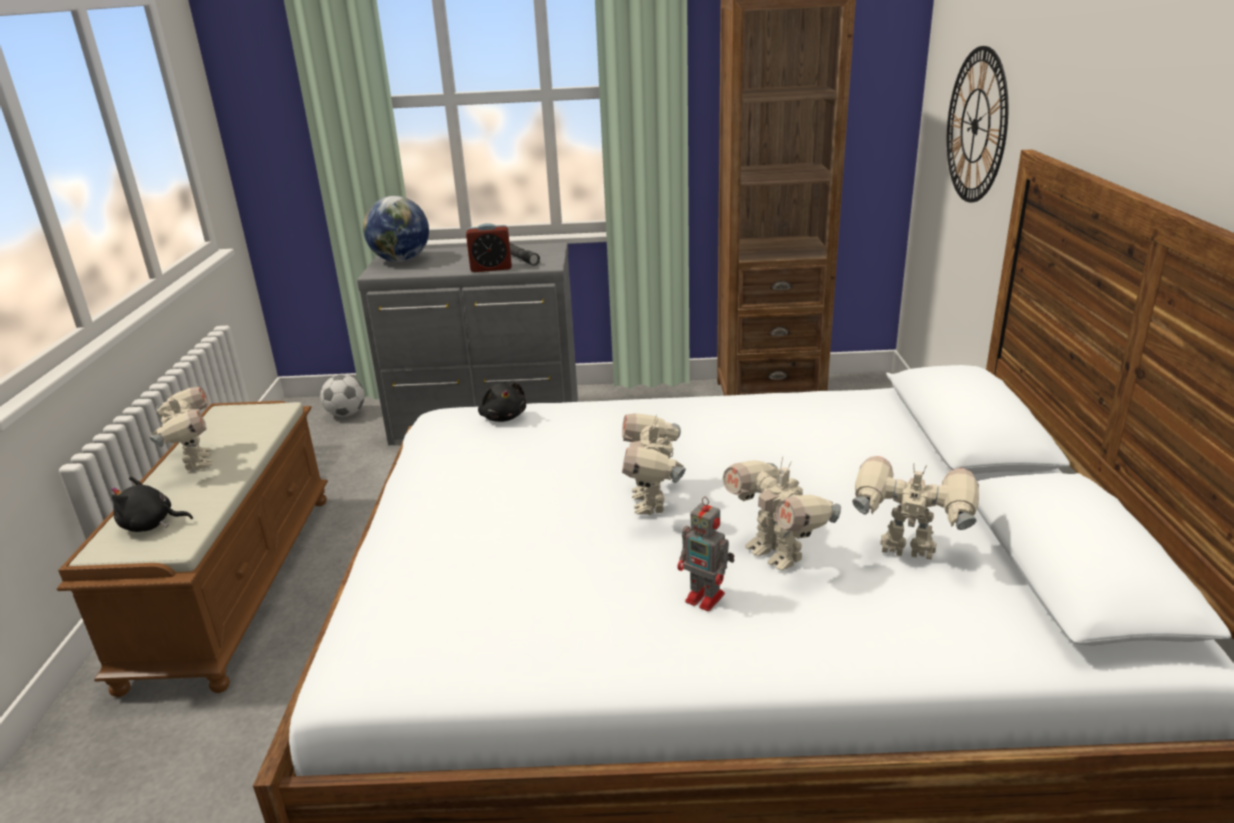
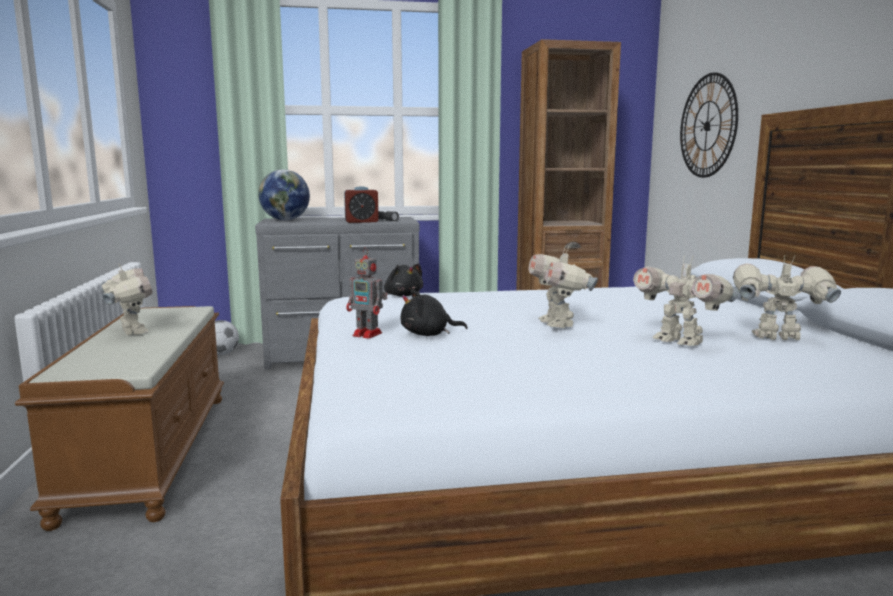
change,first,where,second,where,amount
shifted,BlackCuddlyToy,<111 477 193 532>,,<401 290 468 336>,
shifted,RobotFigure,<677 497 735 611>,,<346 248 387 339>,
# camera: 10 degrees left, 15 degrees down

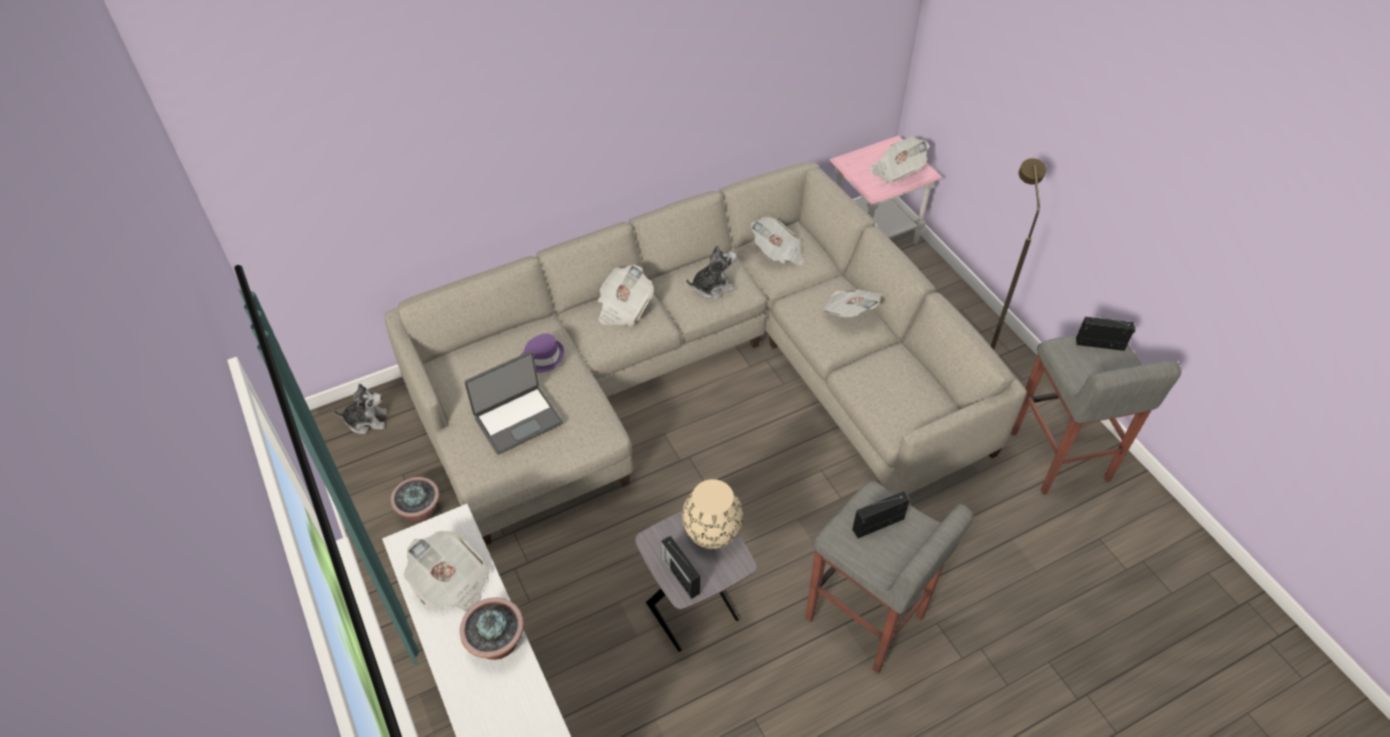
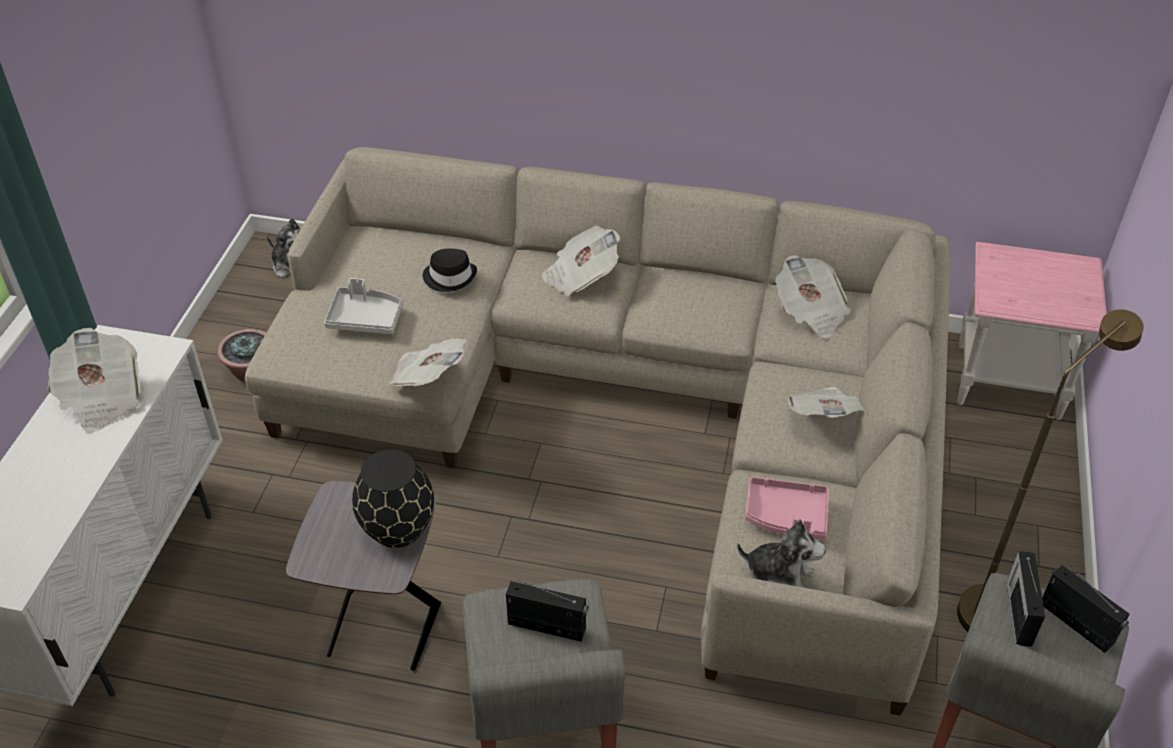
change,first,where,second,where,amount
gone,PlantInAPot,<460 598 524 660>,,,
swapped,Laptop,<464 351 563 455>,GreyTray,<324 278 403 334>,
repainted,PurplishWearableHat,<521 333 564 373>,BlackWearableHat,<423 249 477 292>,
shifted,RadioSet,<661 536 700 599>,,<1007 551 1045 647>,
repainted,BeigeDecorativeVase,<682 479 743 550>,BlackDecorativeVase,<352 449 434 548>,
shifted,CuddlyToy,<686 244 737 299>,,<737 519 826 588>,
shifted,DailyPaper,<869 137 930 184>,,<389 338 466 386>,
new,,,PinkTray,<745 477 829 540>,
# camera: 40 degrees right, 5 degrees down

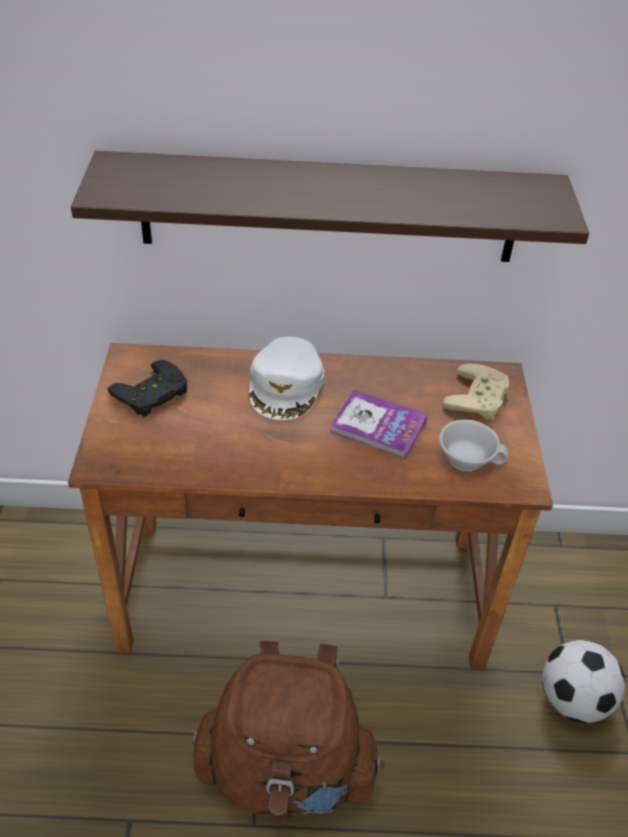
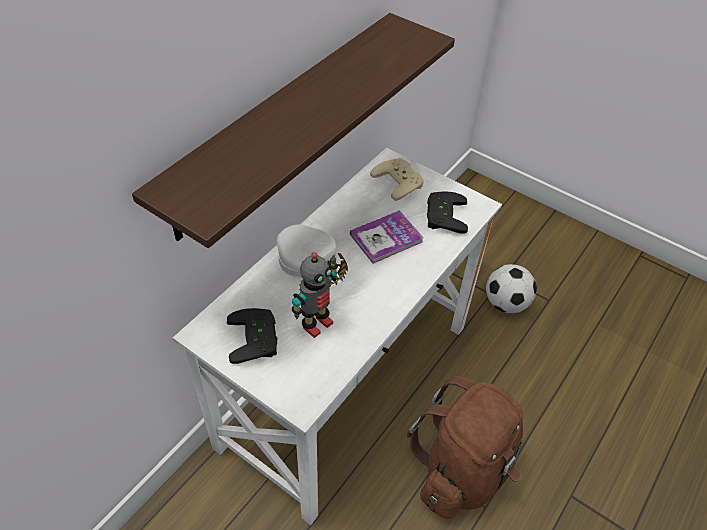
change,first,where,second,where,amount
repainted,BrownColouredDeskUnit,<68 343 553 669>,WhitishDeskUnit,<173 147 502 525>,
swapped,WhitishCup,<439 420 508 471>,BlackGamepad,<427 192 468 234>,
new,,,RobotFigure,<292 252 338 338>,
# camera: 55 degrees left, 5 degrees up

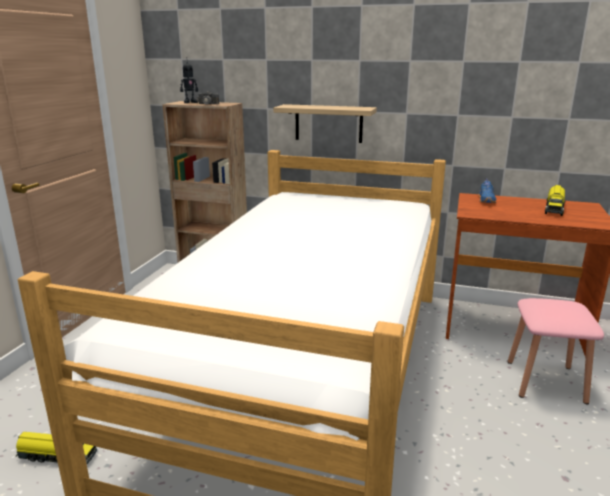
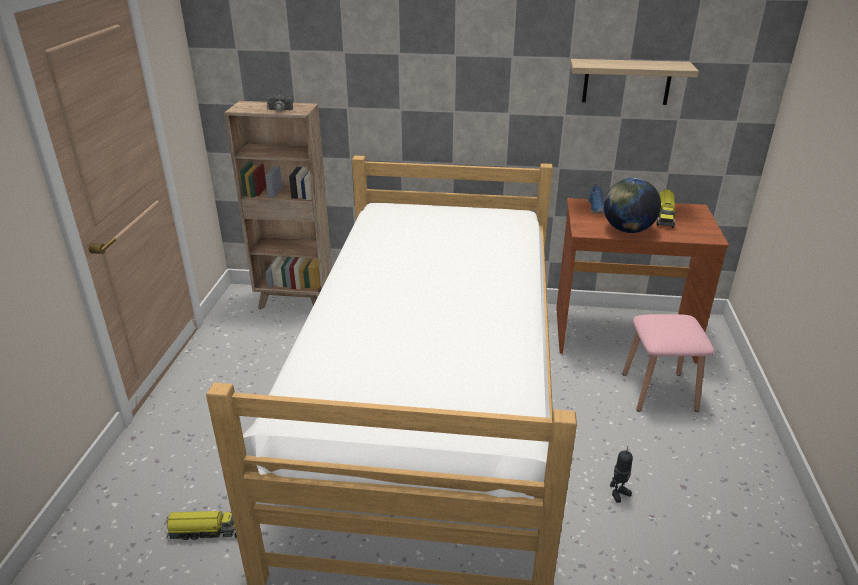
change,first,where,second,where,amount
shifted,RobotFigure,<180 57 198 103>,,<610 446 633 503>,
shifted,BracketShelf,<273 104 377 143>,,<570 59 699 105>,
new,,,DeskGlobe,<604 178 661 233>,
# camera: 10 degrees left, 10 degrees up

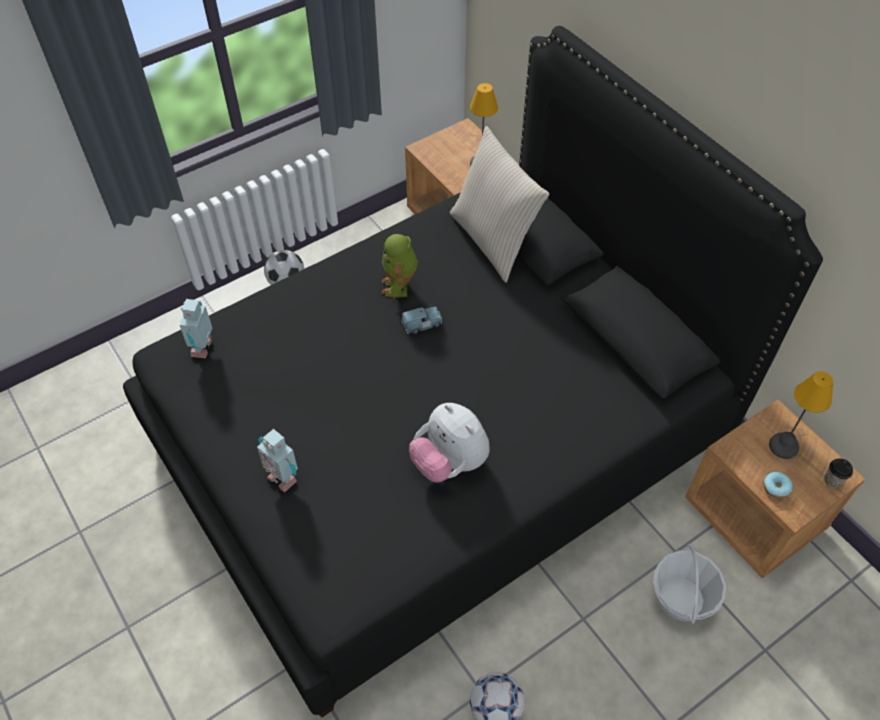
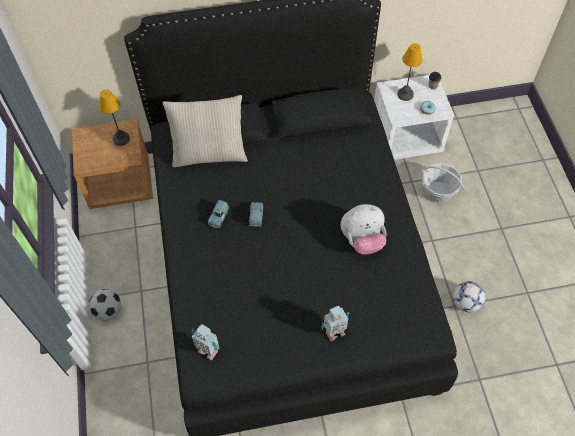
change,first,where,second,where,amount
swapped,RobotFigure,<382 234 418 300>,BlueColouredToyCar,<208 200 230 228>,
repainted,BrownColouredNightTable,<685 400 866 578>,WhitishNightTable,<374 75 454 160>,
# camera: 65 degrees left, 5 degrees up

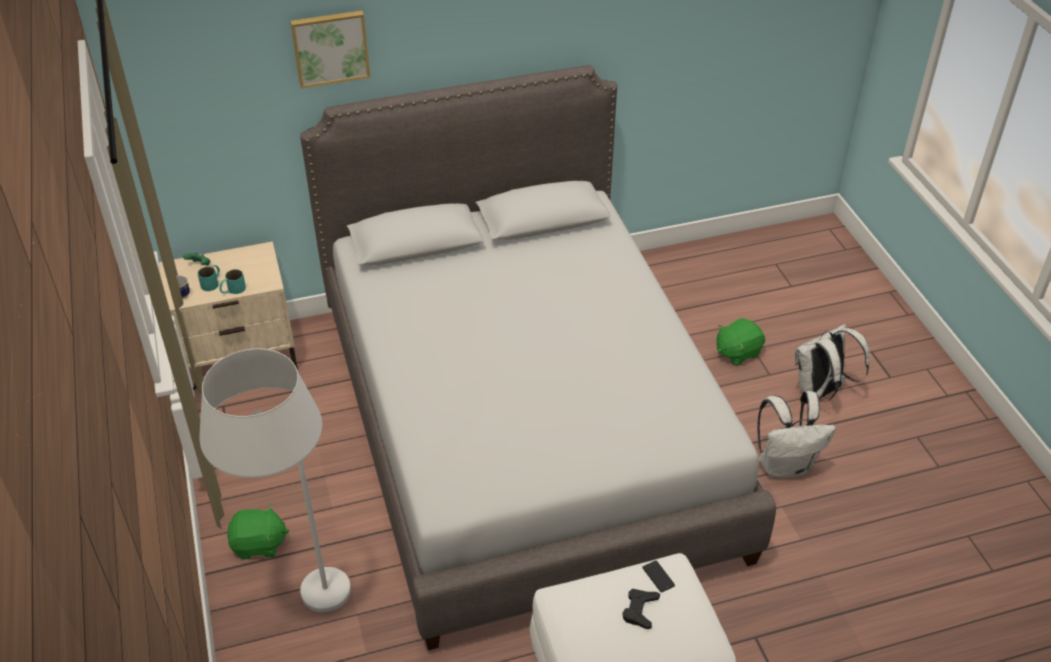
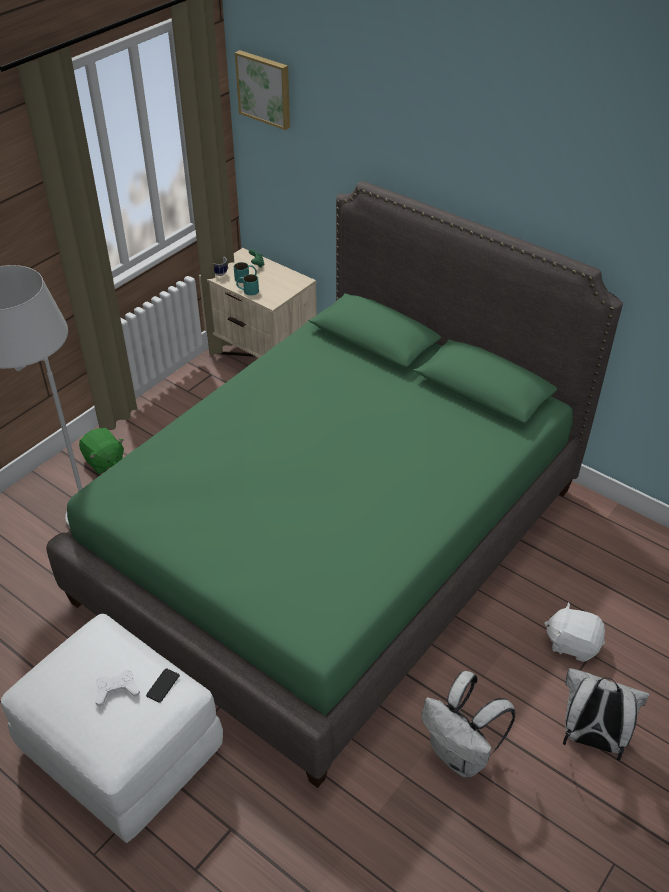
change,first,where,second,where,amount
shifted,WallArt,<290 10 370 88>,,<235 50 290 130>,
repainted,GreyBedroomBed,<300 65 776 650>,GreenBedroomBed,<46 181 623 788>,
repainted,BlackGamepad,<623 589 660 629>,WhitishGamepad,<95 670 140 707>,
repainted,GreenCuddlyToy,<717 318 765 366>,WhitishCuddlyToy,<544 602 605 662>,
# camera: 55 degrees right, 0 degrees up

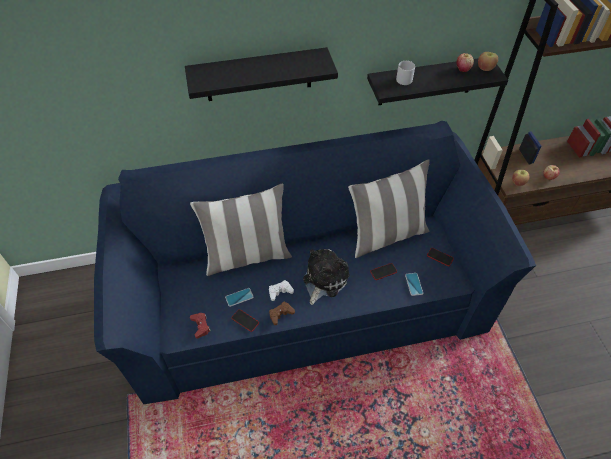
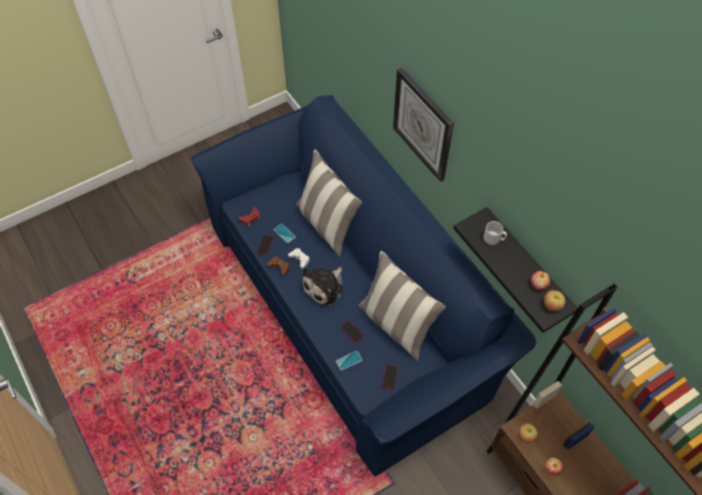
change,first,where,second,where,amount
swapped,BlackBracketShelf,<185 47 338 101>,HangingClock,<393 67 454 182>,
rotated,CuddlyToy,<303 249 350 305>,,<301 267 344 307>,120 degrees clockwise
# camera: 70 degrees right, 5 degrees up

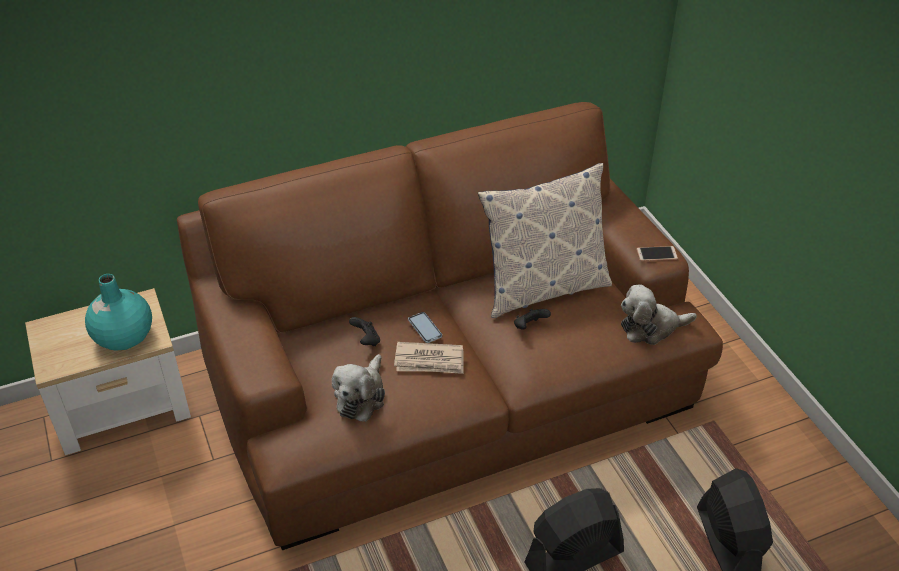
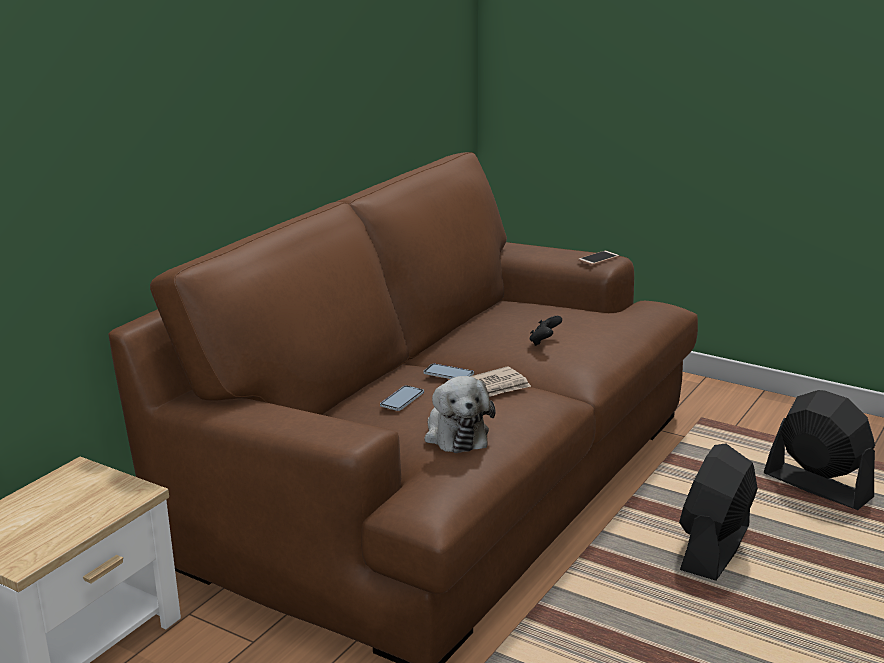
change,first,where,second,where,amount
gone,TurquoiseColouredDecorativeVase,<85 274 152 350>,,,
swapped,BlackGamepad,<349 317 380 346>,Handset,<380 385 424 411>,
gone,ThrowPillow,<478 163 612 318>,,,
gone,CuddlyToy,<621 285 697 345>,,,
# camera: 35 degrees left, 20 degrees down

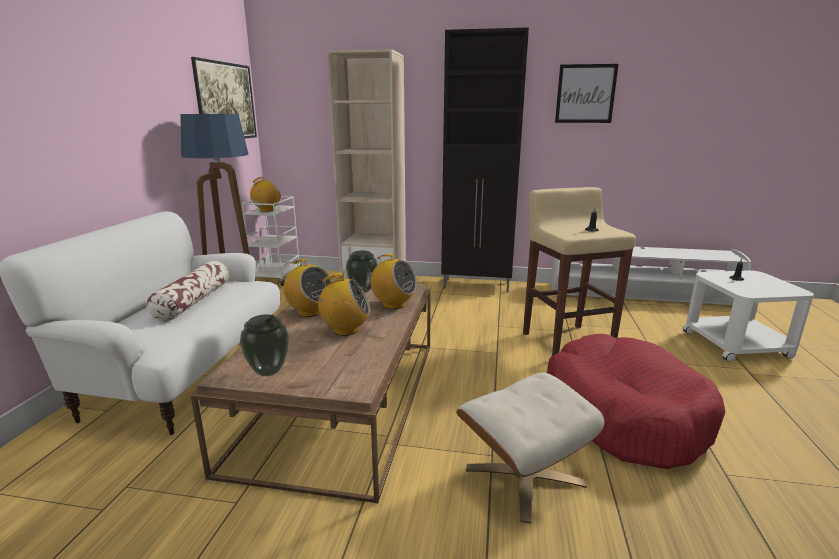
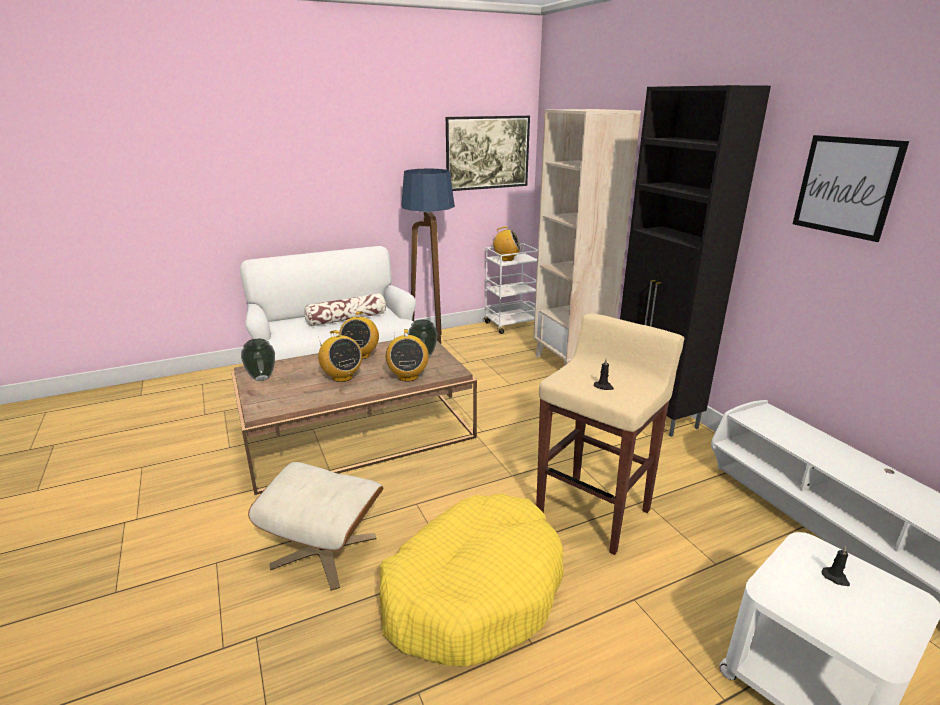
change,first,where,second,where,amount
repainted,ReddishPetBed,<547 334 725 469>,YellowishPetBed,<379 493 564 666>,
# camera: 55 degrees right, 5 degrees up

